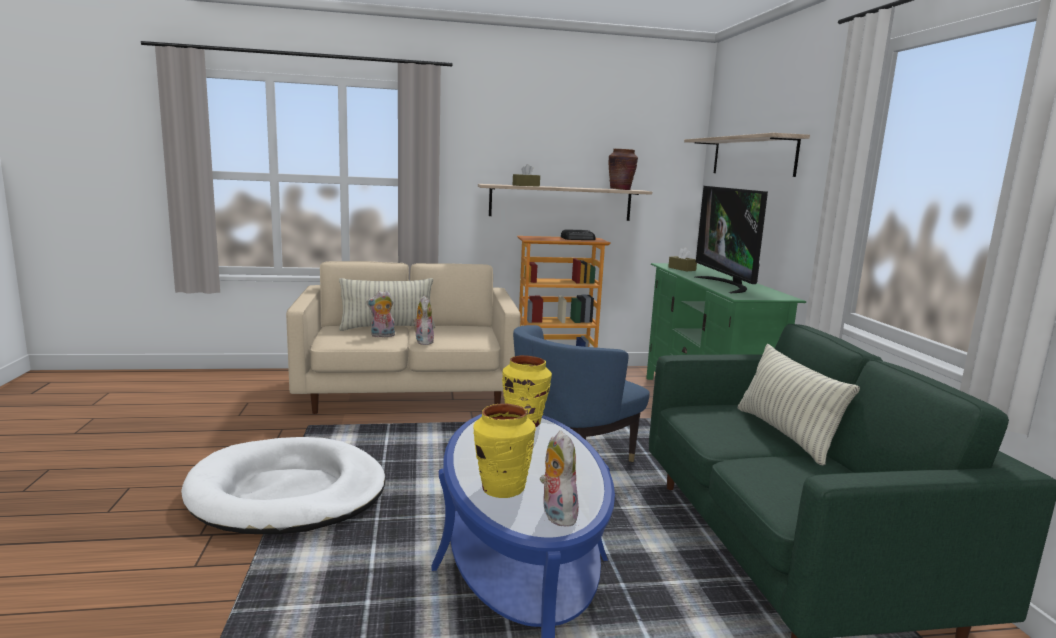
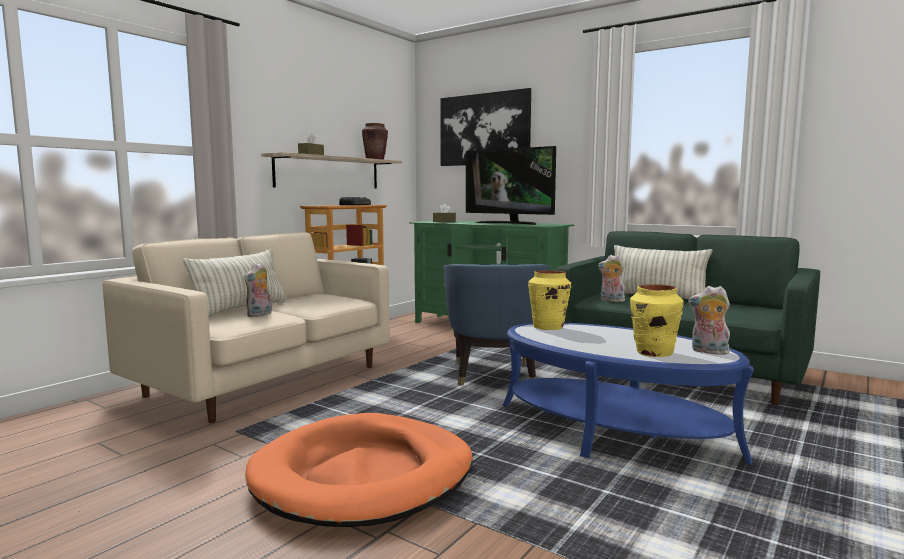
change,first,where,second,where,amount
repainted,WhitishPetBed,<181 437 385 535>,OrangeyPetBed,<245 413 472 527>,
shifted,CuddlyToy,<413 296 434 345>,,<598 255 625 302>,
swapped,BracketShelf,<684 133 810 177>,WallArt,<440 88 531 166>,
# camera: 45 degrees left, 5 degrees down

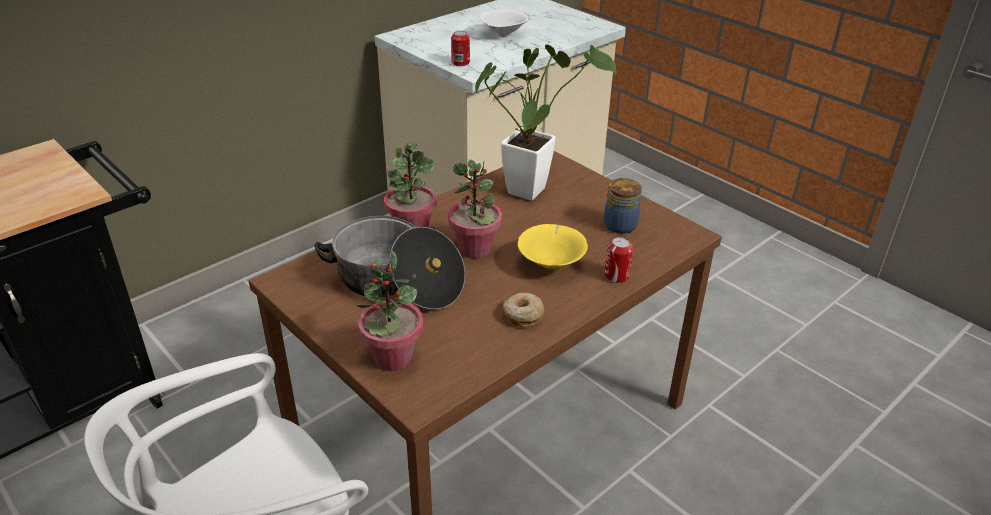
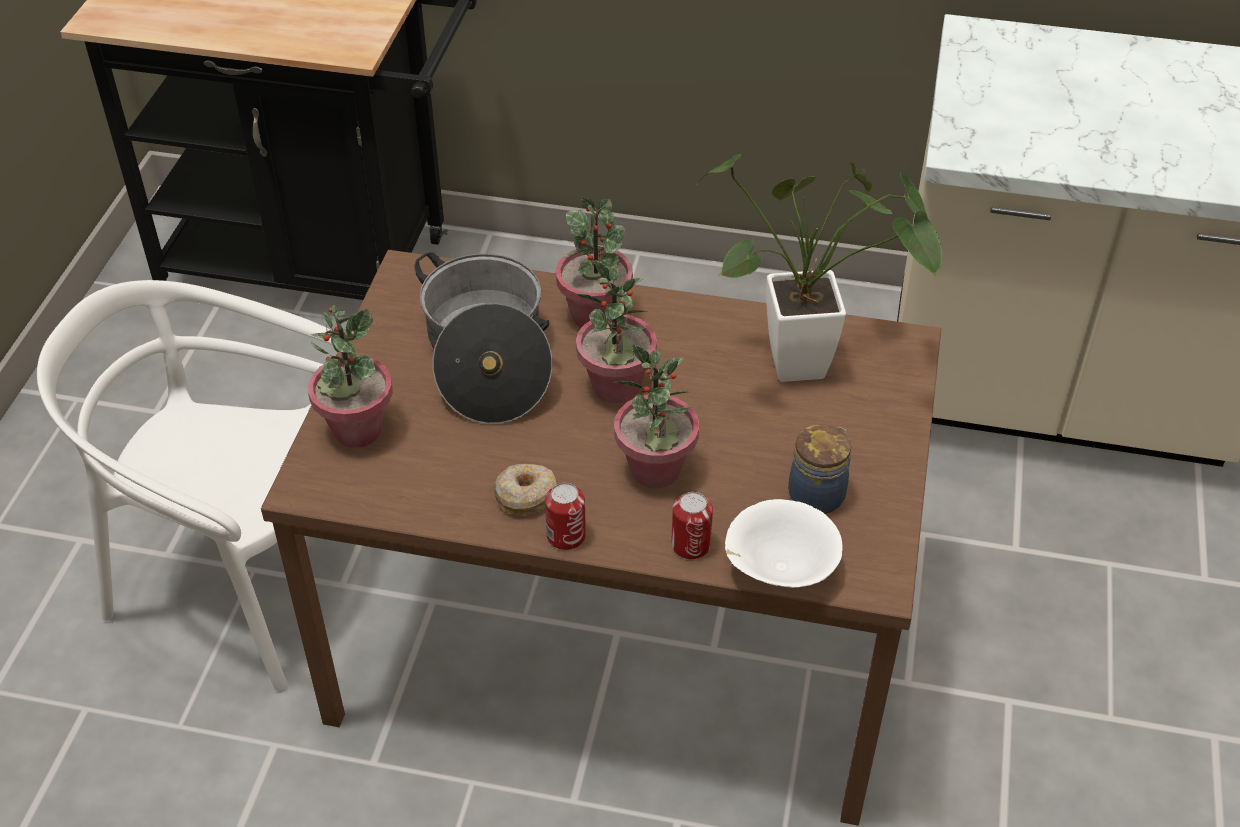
change,first,where,second,where,amount
shifted,MetalCan,<451 31 470 66>,,<545 483 586 550>,
shifted,WhitishDeepDish,<480 9 529 37>,,<725 499 843 588>,
swapped,YellowishDeepDish,<518 224 588 270>,PlantInAPot,<613 345 699 488>,
# camera: 55 degrees right, 10 degrees up

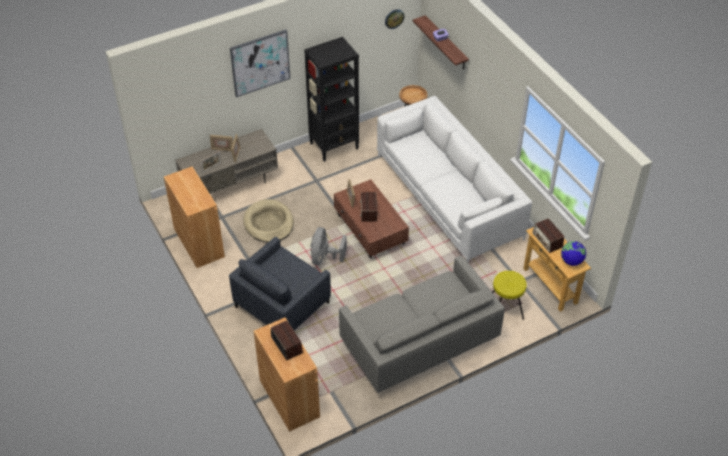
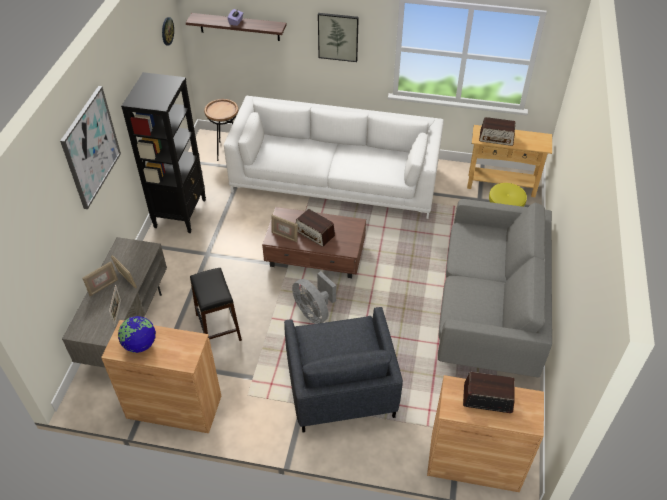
change,first,where,second,where,amount
swapped,BeigePetBed,<243 199 294 242>,BlackSittingStool,<190 268 242 341>,
shifted,DeskGlobe,<561 241 586 266>,,<118 316 156 353>,
new,,,WallArt,<318 13 359 62>,
# camera: 50 degrees left, 0 degrees up

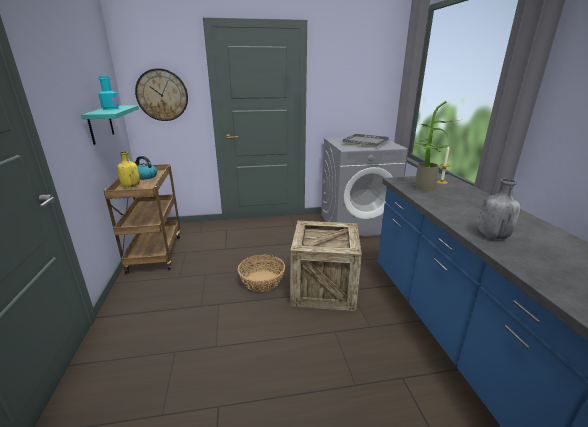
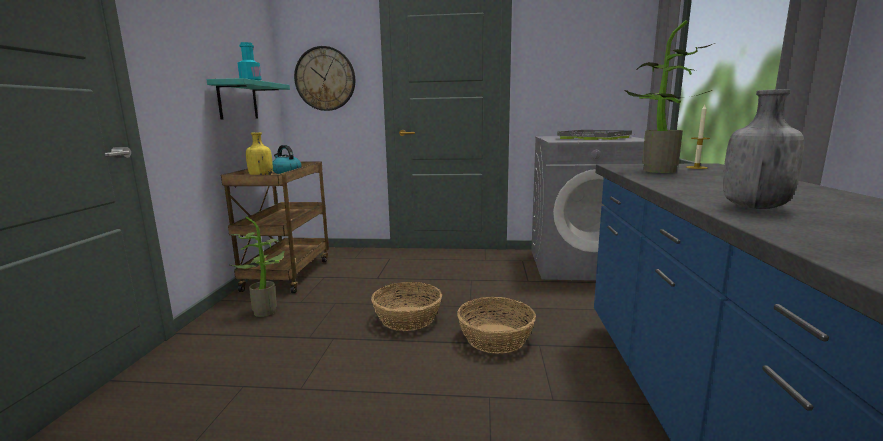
change,first,where,second,where,amount
swapped,ShippingCrate,<290 221 362 311>,HouseholdBasket,<457 297 536 354>,
new,,,PlantInAPot,<229 216 285 317>,
# camera: 15 degrees right, 10 degrees down

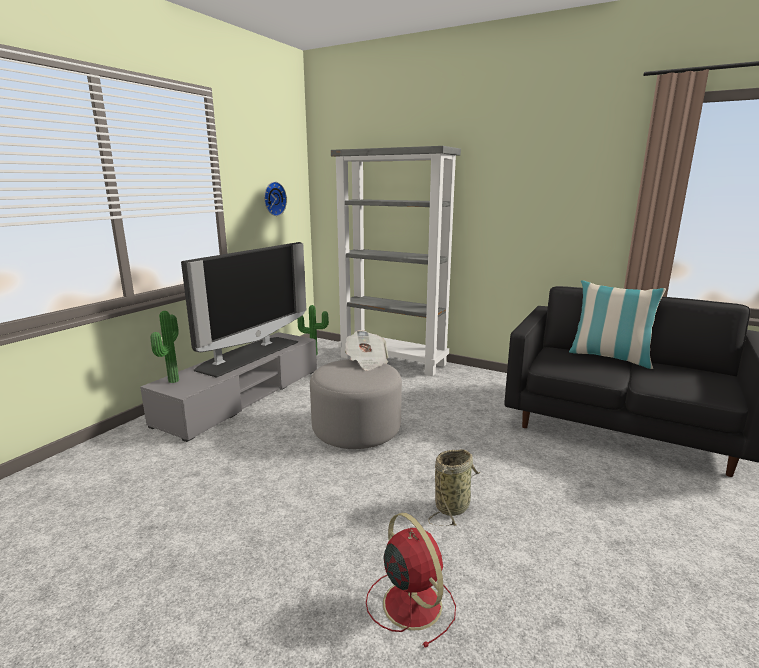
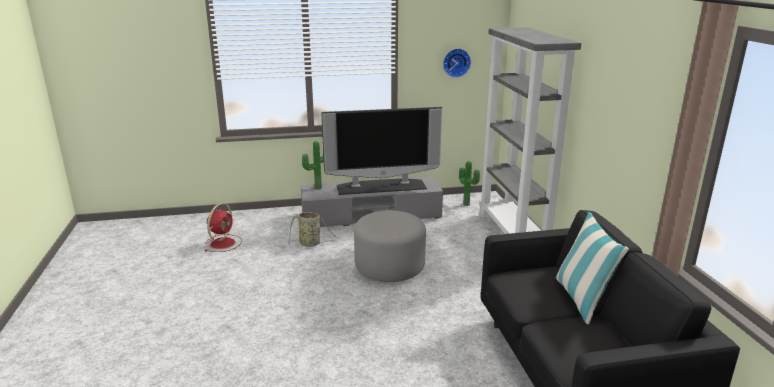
change,first,where,second,where,amount
gone,DailyPaper,<345 330 388 371>,,,
shifted,ReddishFan,<366 513 456 648>,,<204 203 242 252>,
shifted,HouseholdBasket,<428 449 481 526>,,<287 212 342 247>,
# camera: 50 degrees right, 5 degrees up

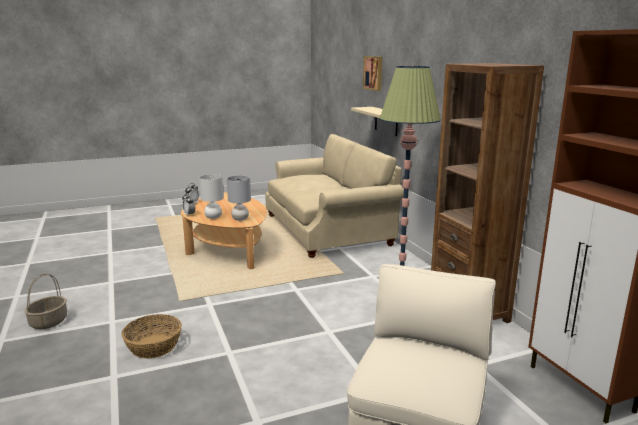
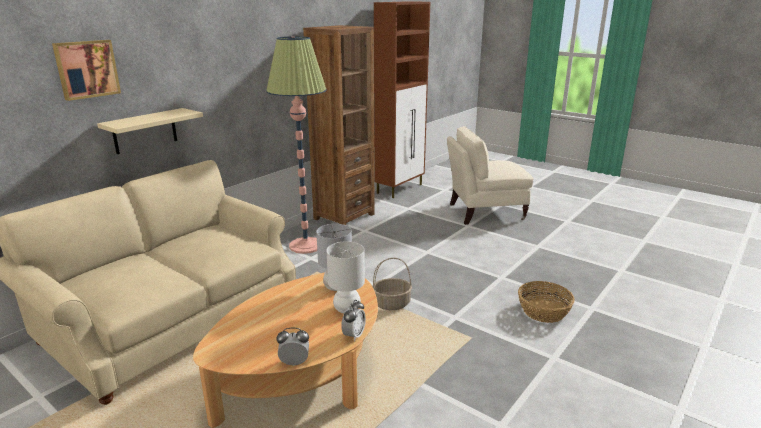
change,first,where,second,where,amount
shifted,HouseholdBasket,<24 273 67 329>,,<372 258 412 310>,
# camera: 120 degrees left, 5 degrees up

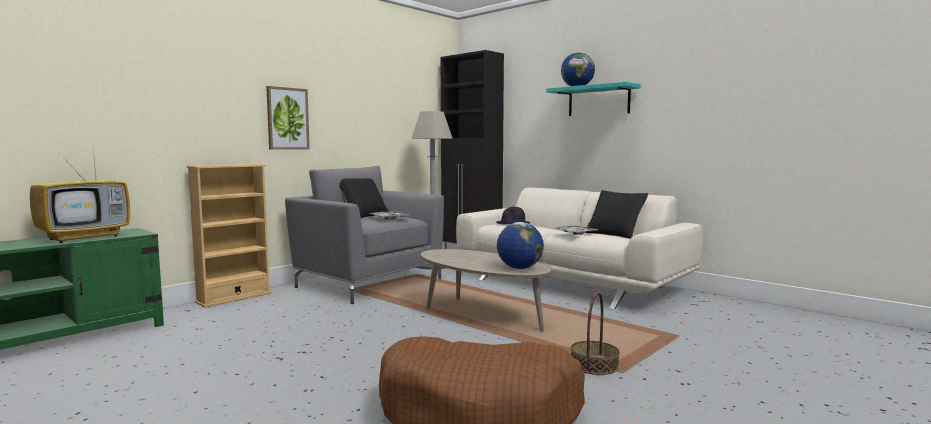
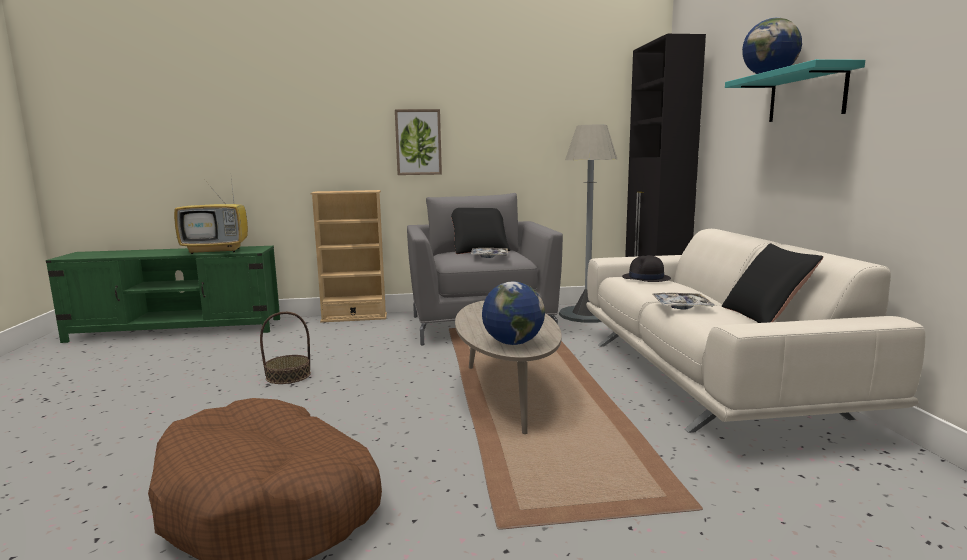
change,first,where,second,where,amount
shifted,HouseholdBasket,<571 292 620 375>,,<260 312 311 384>,
# camera: 40 degrees right, 5 degrees up

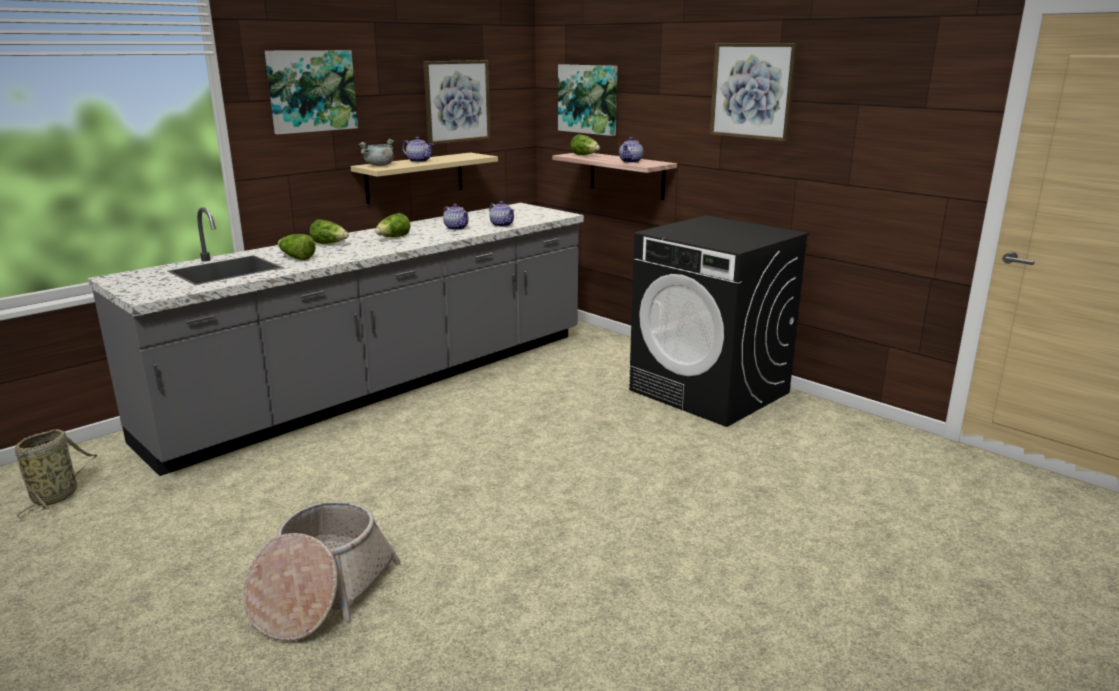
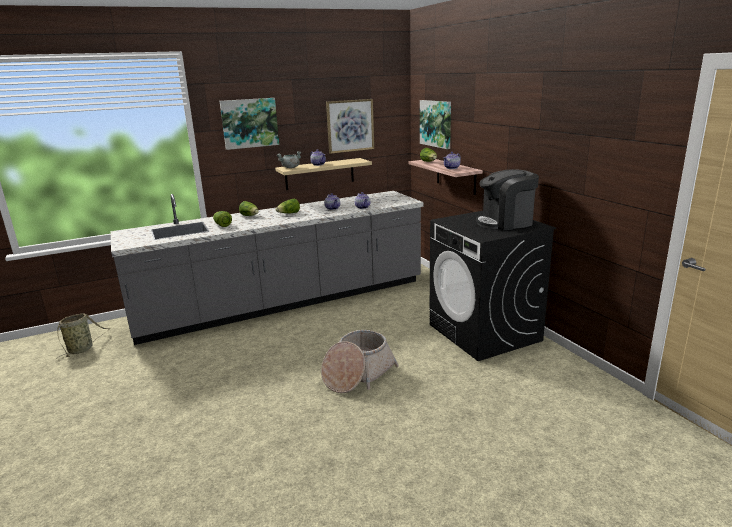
change,first,where,second,where,amount
shifted,HouseholdBasket,<244 501 401 641>,,<321 330 399 393>,
gone,WallArt,<710 43 798 142>,,,
new,,,CoffeeMaker,<476 169 539 230>,
# camera: 20 degrees right, 0 degrees up

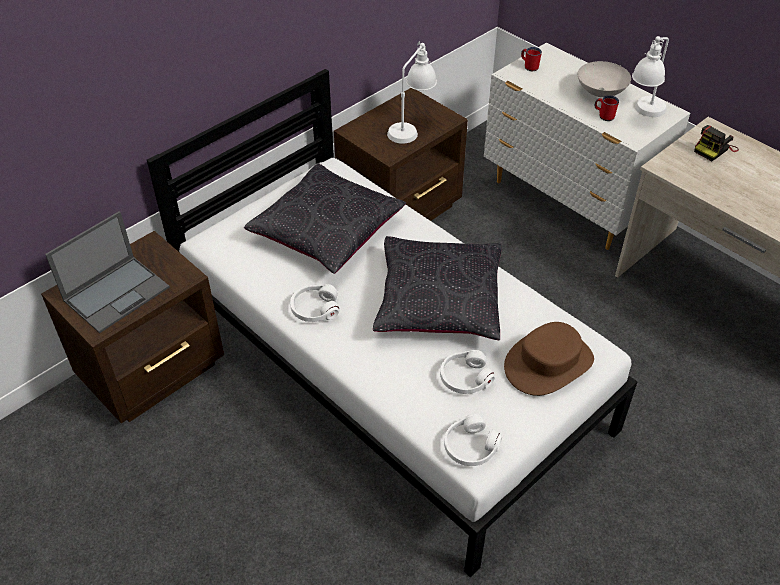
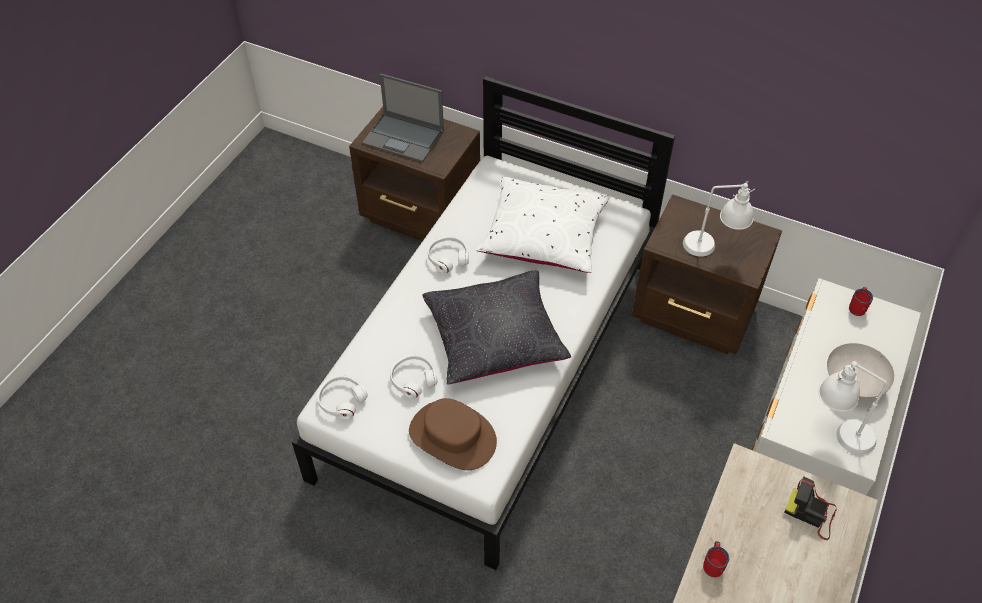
change,first,where,second,where,amount
repainted,BlackThrowPillow,<244 163 406 274>,WhitishThrowPillow,<476 177 610 273>,
shifted,ReddishMug,<594 95 619 121>,,<703 541 729 577>,
# camera: 70 degrees right, 5 degrees up

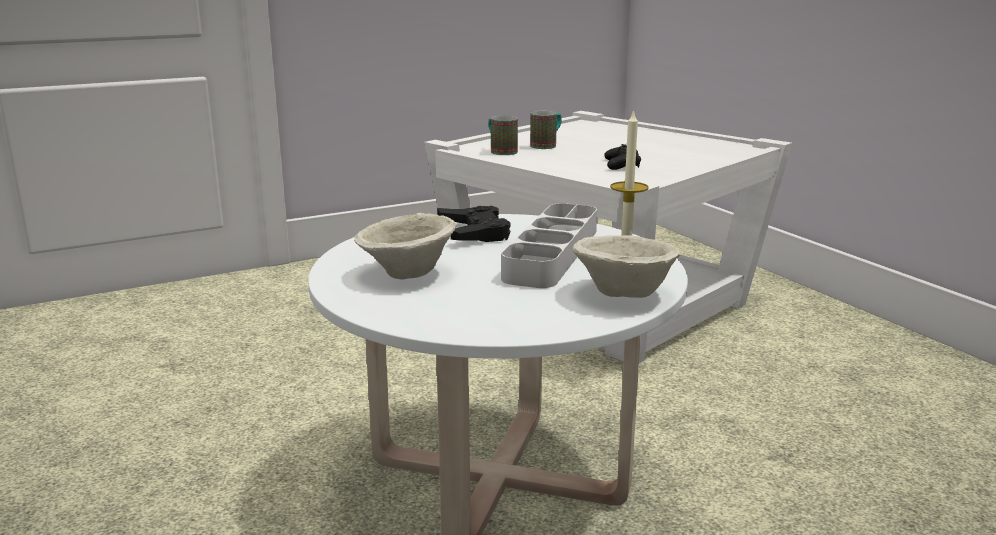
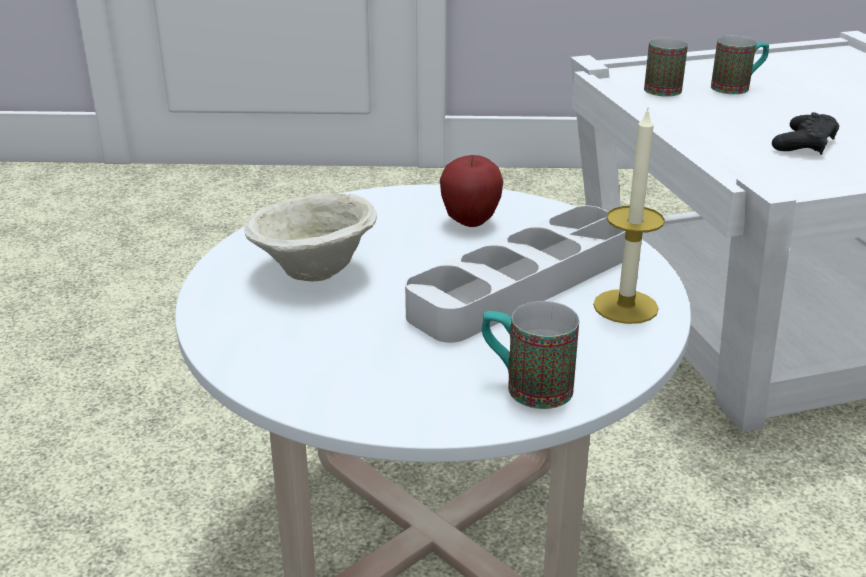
change,first,where,second,where,amount
swapped,BlackGamepad,<437 206 511 242>,WholeApple,<440 155 503 227>,
swapped,BeigeDeepDish,<572 235 680 298>,Mug,<482 301 579 409>,
# camera: 30 degrees right, 10 degrees up

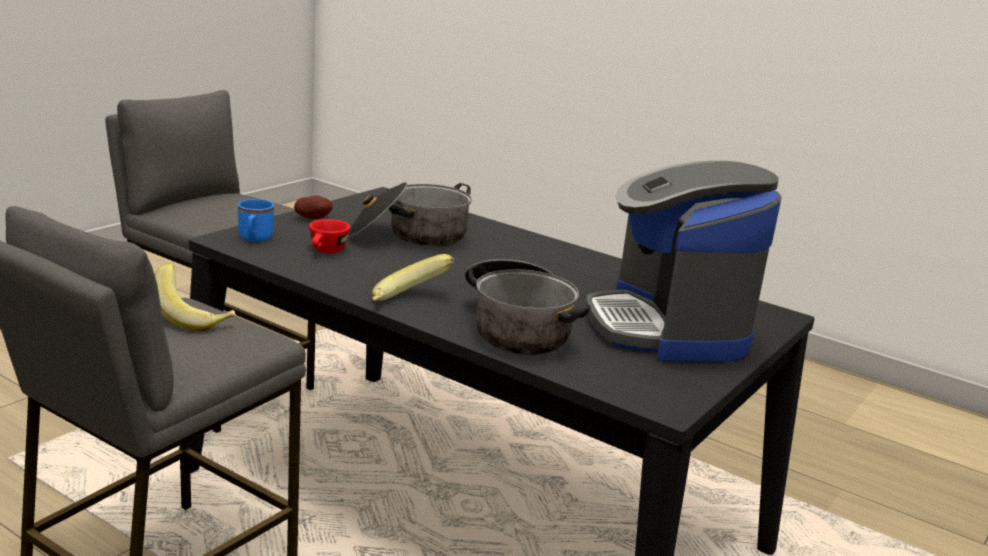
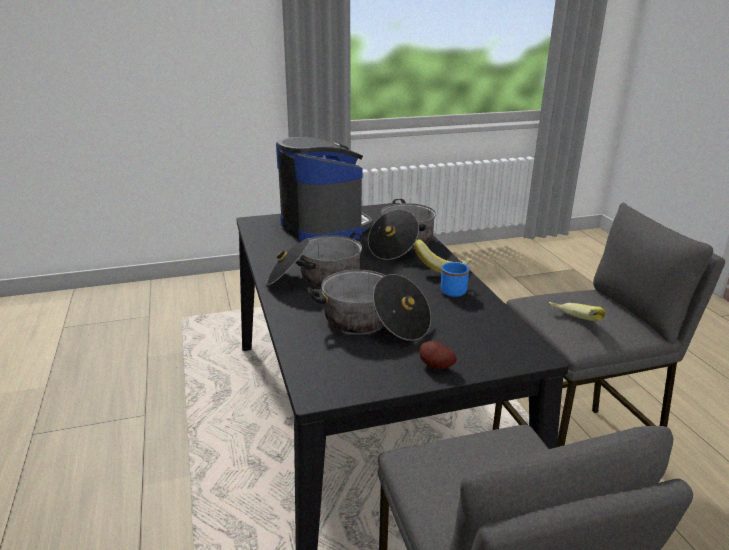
change,first,where,second,where,amount
shifted,BlueColouredMug,<238 199 274 242>,,<441 262 469 297>,
gone,ReddishCup,<309 219 350 253>,,,
rotated,CoffeeMaker,<586 161 782 362>,,<276 137 373 241>,60 degrees counterclockwise
new,,,CookingPot,<267 232 362 288>,
# camera: 140 degrees left, 5 degrees up

